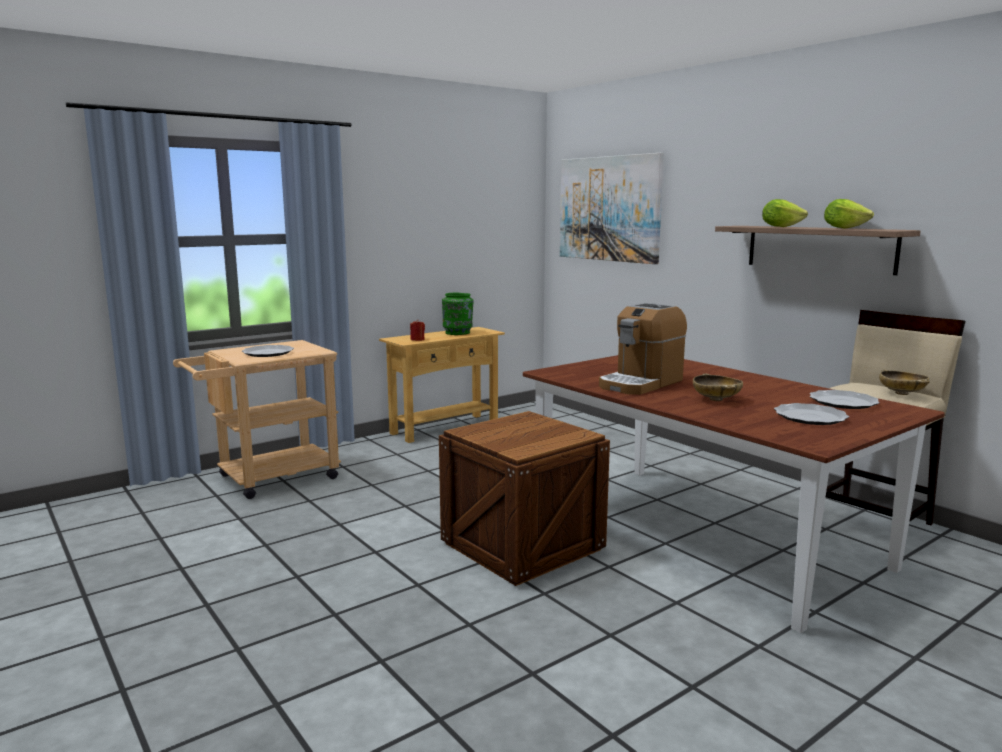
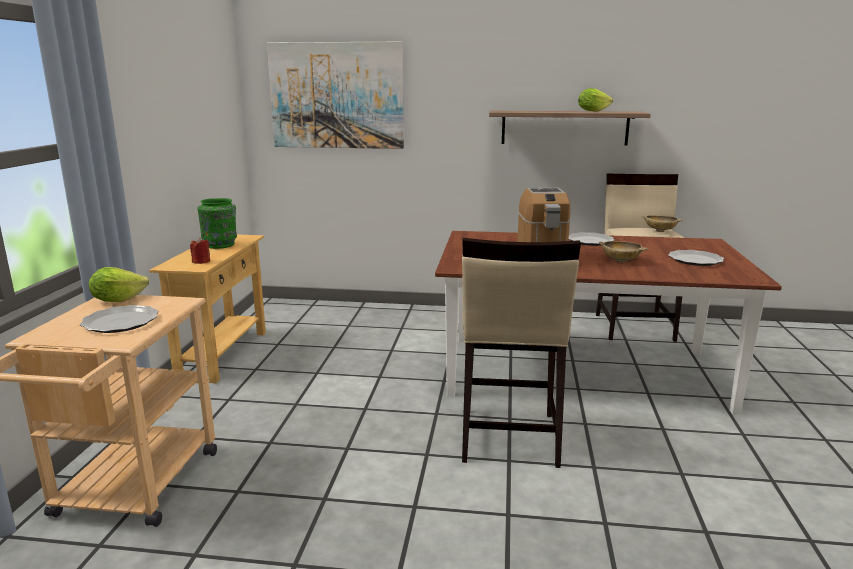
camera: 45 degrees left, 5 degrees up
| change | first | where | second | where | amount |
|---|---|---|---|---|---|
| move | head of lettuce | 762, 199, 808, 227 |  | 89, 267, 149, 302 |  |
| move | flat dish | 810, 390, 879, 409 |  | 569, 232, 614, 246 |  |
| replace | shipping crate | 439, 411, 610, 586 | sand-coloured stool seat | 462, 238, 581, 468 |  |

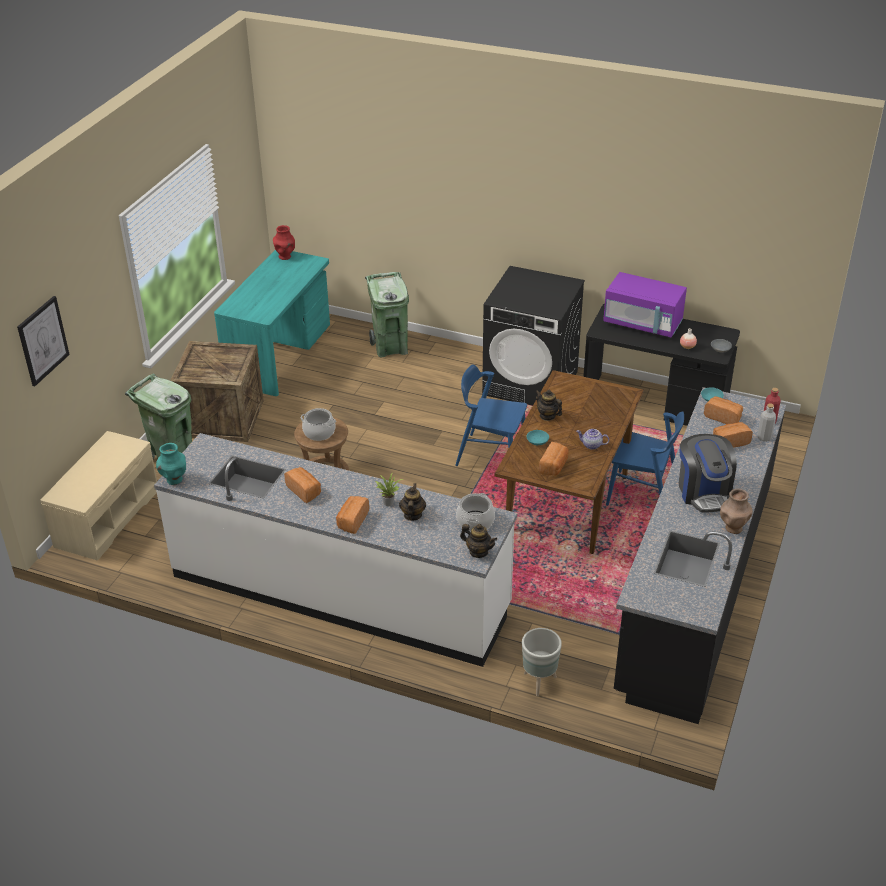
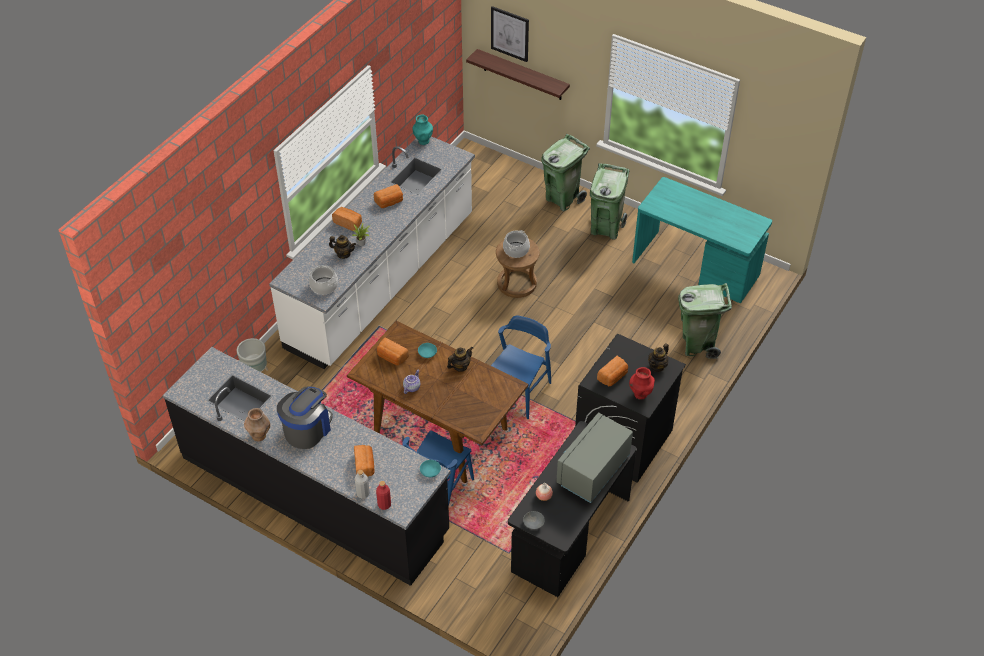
camera: 100 degrees right, 10 degrees up
| change | first | where | second | where | amount |
|---|---|---|---|---|---|
| move | red flower vase | 273, 225, 295, 260 |  | 629, 367, 655, 400 |  |
| recolor | purplish kitchen microwave | 603, 272, 687, 337 | grey kitchen microwave | 556, 412, 633, 503 |  |
| replace | shipping crate | 170, 341, 264, 442 | greenish rubbish bin | 590, 163, 630, 240 |  |
| move | baked bread | 704, 396, 743, 424 |  | 597, 356, 628, 386 |  |
| delete | sand-coloured indoor bench | 40, 431, 157, 561 |  |  |  |
| rotate | coffee brewer | 679, 434, 737, 513 |  | 277, 386, 333, 449 | 120 degrees clockwise |
| move | tea pot | 460, 524, 497, 558 |  | 648, 343, 669, 372 |  |
| insert |  |  | wall shelf | 466, 49, 570, 100 |  |

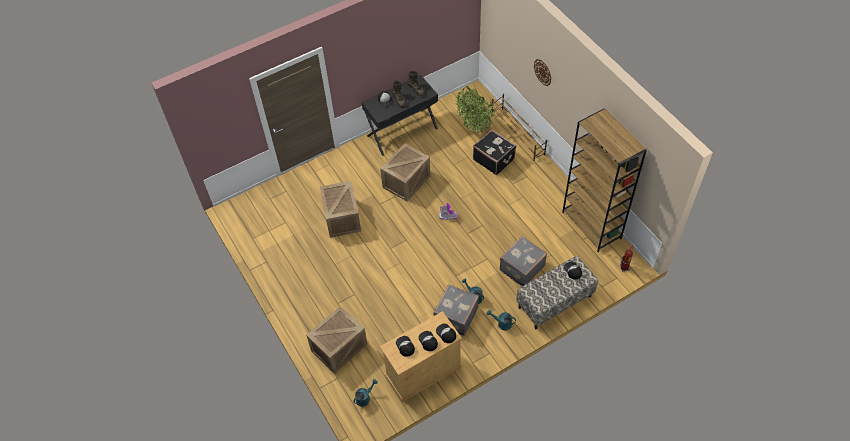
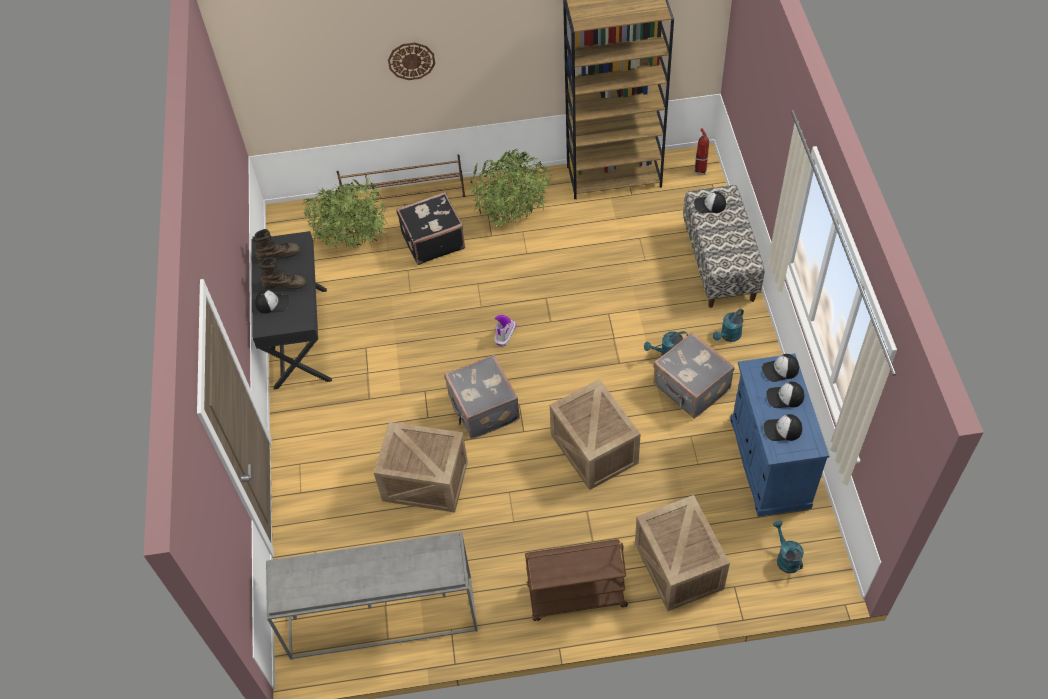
camera: 65 degrees left, 0 degrees up
| change | first | where | second | where | amount |
|---|---|---|---|---|---|
| move | shipping crate | 380, 143, 430, 202 |  | 550, 379, 641, 490 |  |
| move | grey travel case | 500, 236, 547, 286 |  | 444, 355, 520, 439 |  |
| recolor | sand-coloured cupboard | 380, 311, 462, 402 | blue cupboard | 730, 354, 829, 517 |  |
| insert |  |  | houseplant | 467, 149, 552, 228 |  |
| insert |  |  | grey hall table | 266, 532, 478, 660 |  |
| insert |  |  | brown wheeled cart | 525, 539, 628, 621 |  |

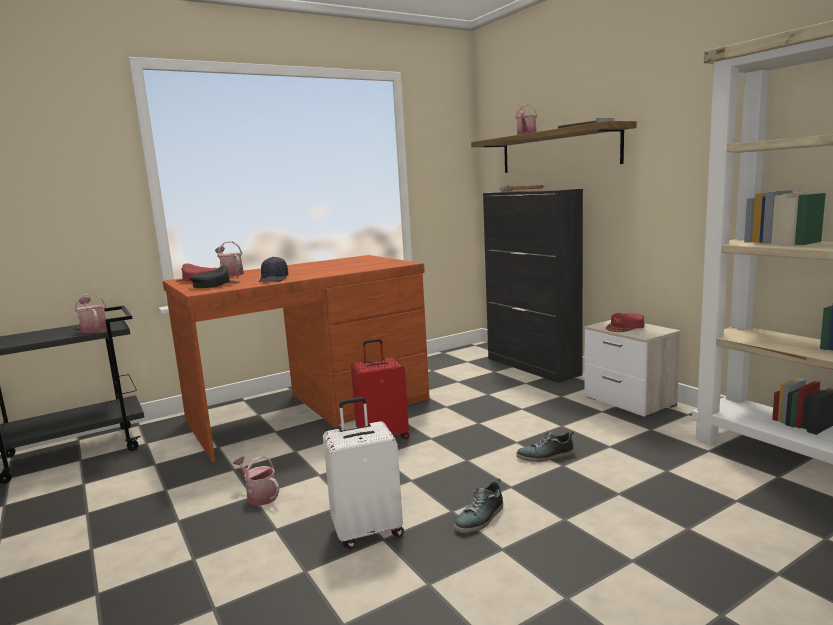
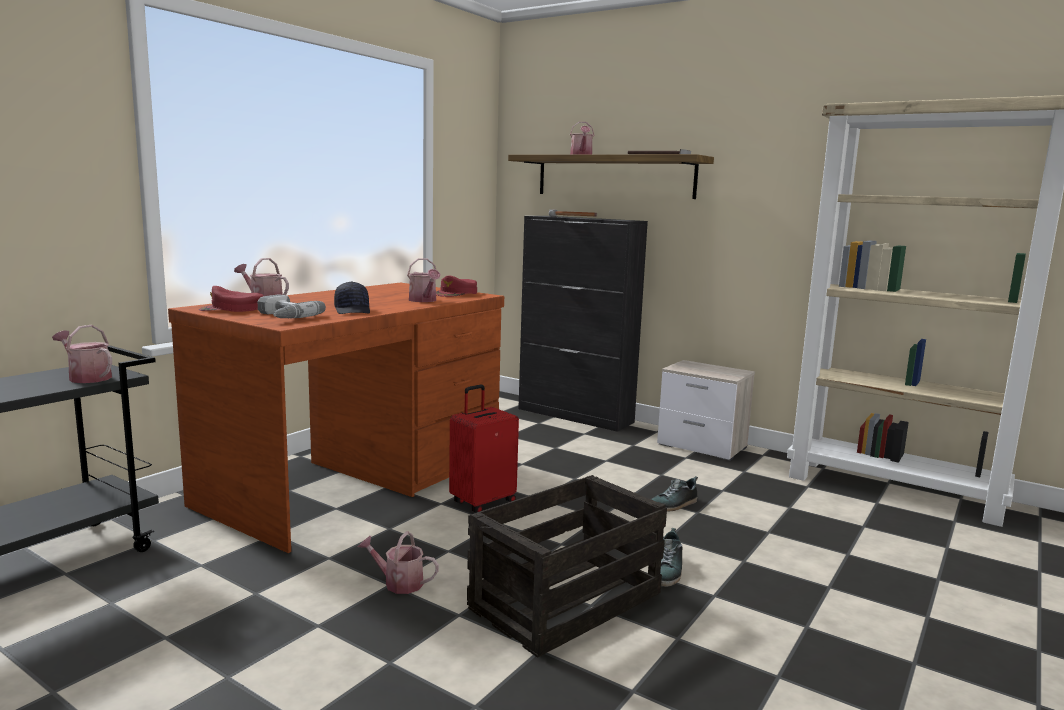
camera: 25 degrees left, 0 degrees up
| change | first | where | second | where | amount |
|---|---|---|---|---|---|
| replace | blackish baseball cap | 189, 266, 240, 288 | electric drill | 258, 295, 326, 318 |  |
| move | red baseball cap | 606, 313, 644, 332 |  | 436, 276, 477, 297 |  |
| replace | white-coloured travel case | 323, 397, 404, 548 | shipping crate | 467, 475, 667, 658 |  |
| insert |  |  | watering pot | 407, 258, 440, 302 |  |

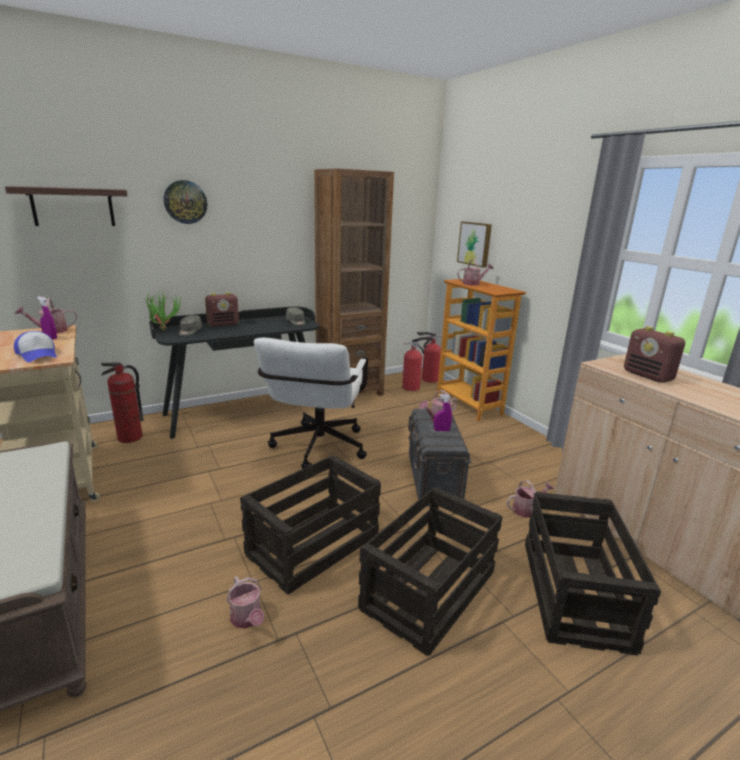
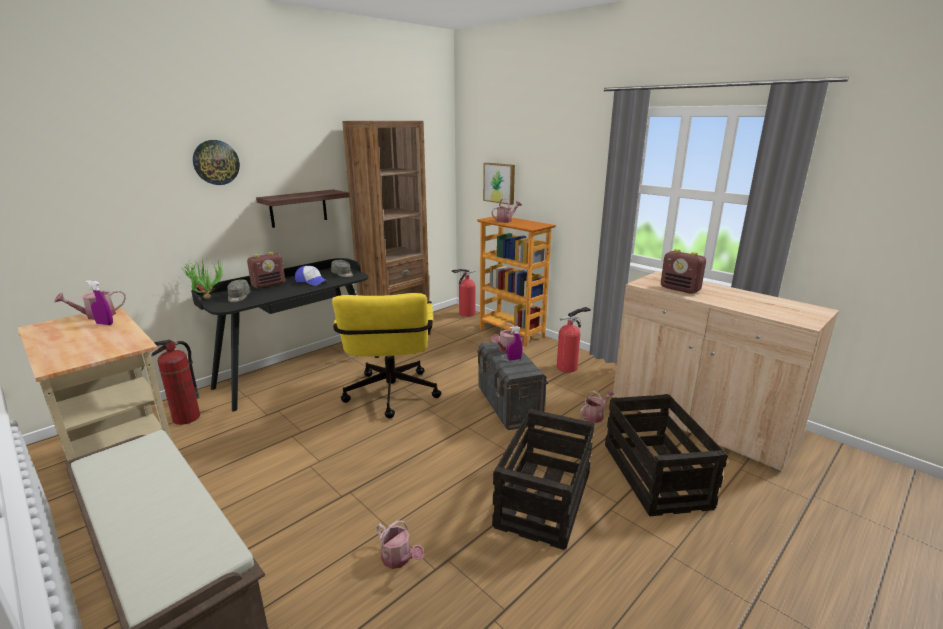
camera: 15 degrees left, 0 degrees up
| change | first | where | second | where | amount |
|---|---|---|---|---|---|
| move | wall shelf | 5, 186, 128, 226 |  | 256, 190, 350, 228 |  |
| move | baseball cap | 14, 331, 57, 362 |  | 295, 265, 328, 286 |  |
| move | fire-fighting cylinder | 402, 337, 433, 391 |  | 557, 307, 591, 373 |  |
| recolor | white-coloured desk chair | 254, 338, 368, 469 | yellow desk chair | 332, 293, 441, 419 |  |
| delete | shipping crate | 240, 455, 381, 595 |  |  |  |

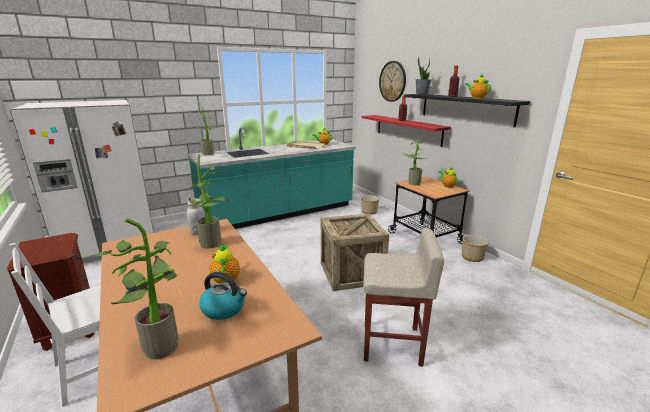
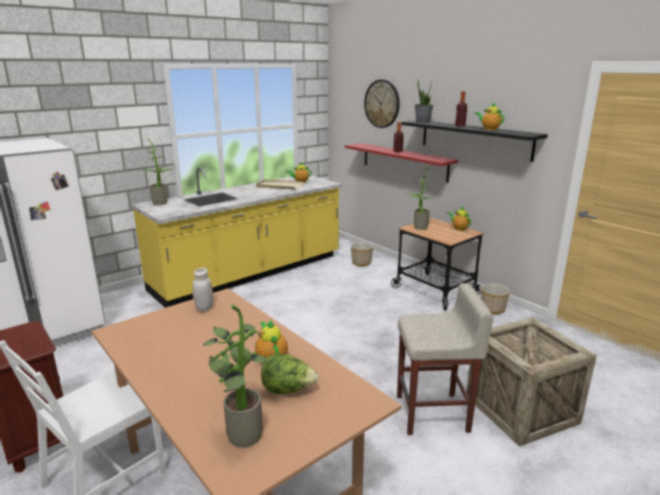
camera: 10 degrees left, 0 degrees up
| change | first | where | second | where | amount |
|---|---|---|---|---|---|
| recolor | turquoise-coloured counter | 188, 128, 356, 229 | yellow counter | 131, 167, 342, 308 |  |
| delete | houseplant | 189, 154, 228, 248 |  |  |  |
| move | shipping crate | 321, 214, 389, 291 |  | 466, 317, 597, 446 |  |
| replace | tea kettle | 199, 272, 247, 320 | head of lettuce | 261, 354, 319, 394 |  |

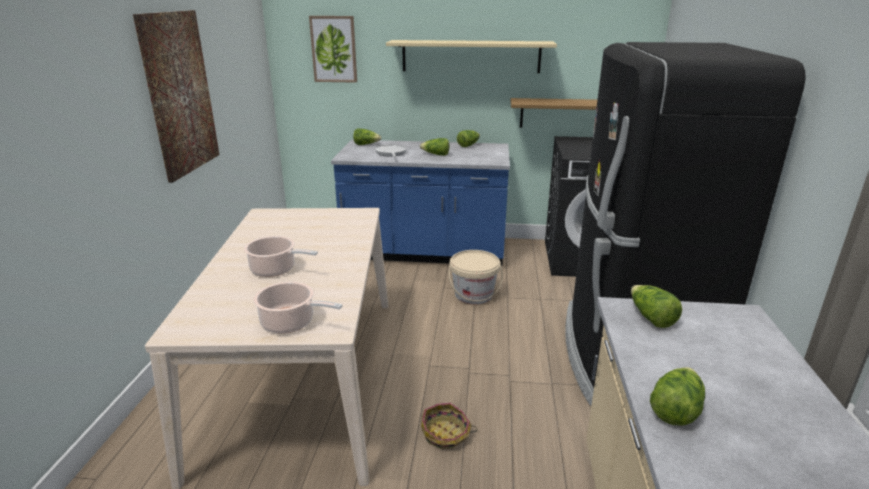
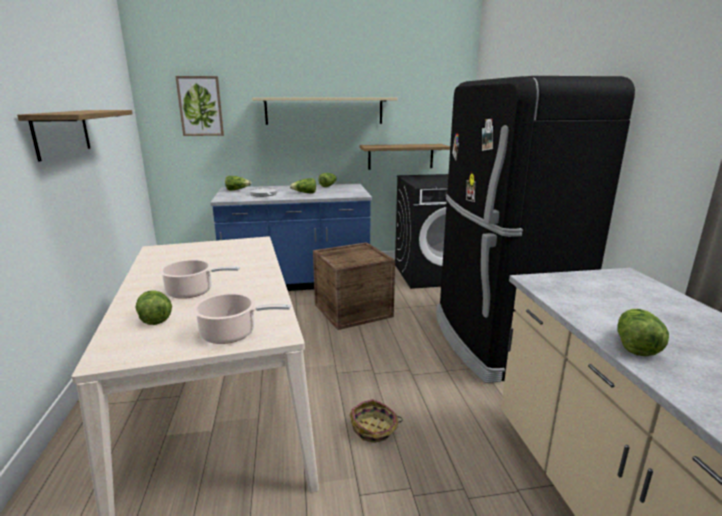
camera: 15 degrees left, 5 degrees down
| change | first | where | second | where | amount |
|---|---|---|---|---|---|
| replace | wall art | 133, 10, 219, 183 | wall shelf | 17, 110, 132, 162 |  |
| replace | sand-coloured pail | 449, 250, 503, 304 | shipping crate | 313, 242, 395, 330 |  |
| move | head of lettuce | 631, 285, 682, 328 |  | 135, 290, 172, 325 |  |

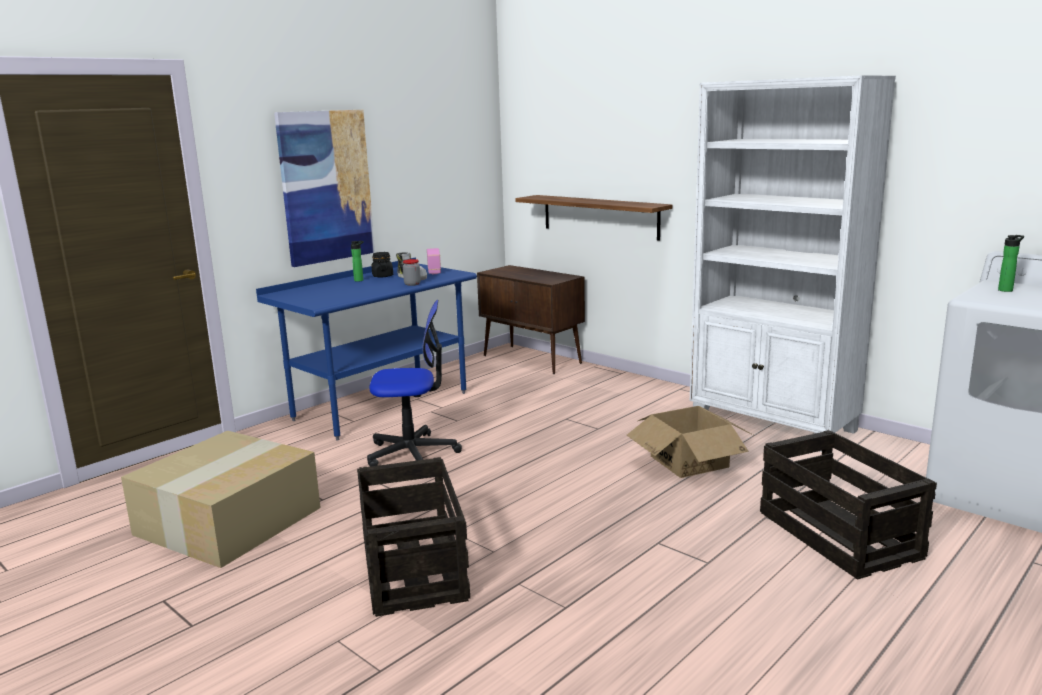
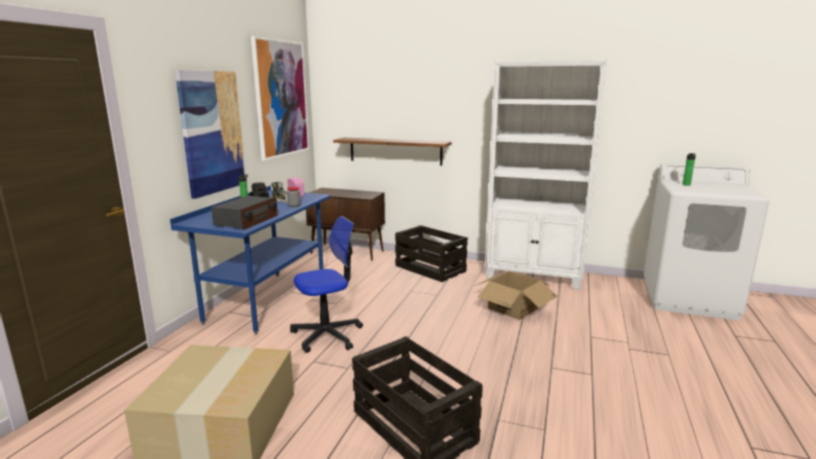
camera: 25 degrees left, 0 degrees up
| change | first | where | second | where | amount |
|---|---|---|---|---|---|
| move | shipping crate | 760, 430, 937, 580 |  | 395, 225, 468, 282 |  |
| insert |  |  | wall art | 251, 36, 309, 161 |  |
| insert |  |  | radio receiver | 211, 196, 278, 230 |  |

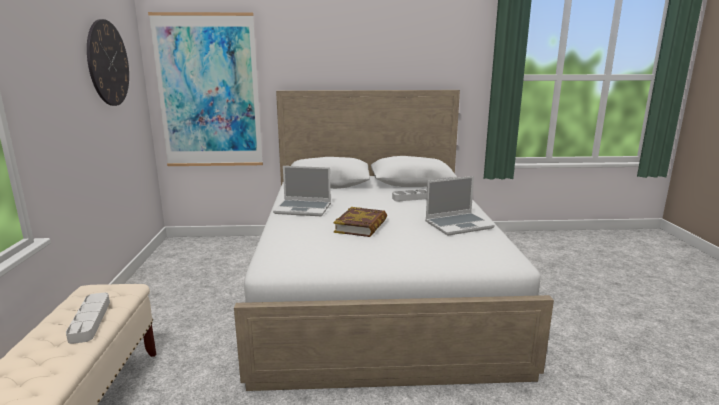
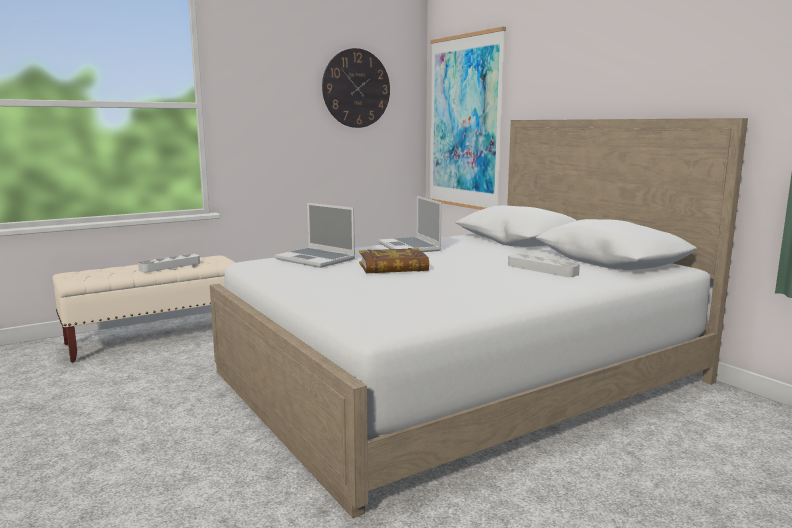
camera: 60 degrees right, 5 degrees down
| change | first | where | second | where | amount |
|---|---|---|---|---|---|
| move | portable computer | 425, 176, 495, 236 |  | 275, 203, 355, 268 |  |

